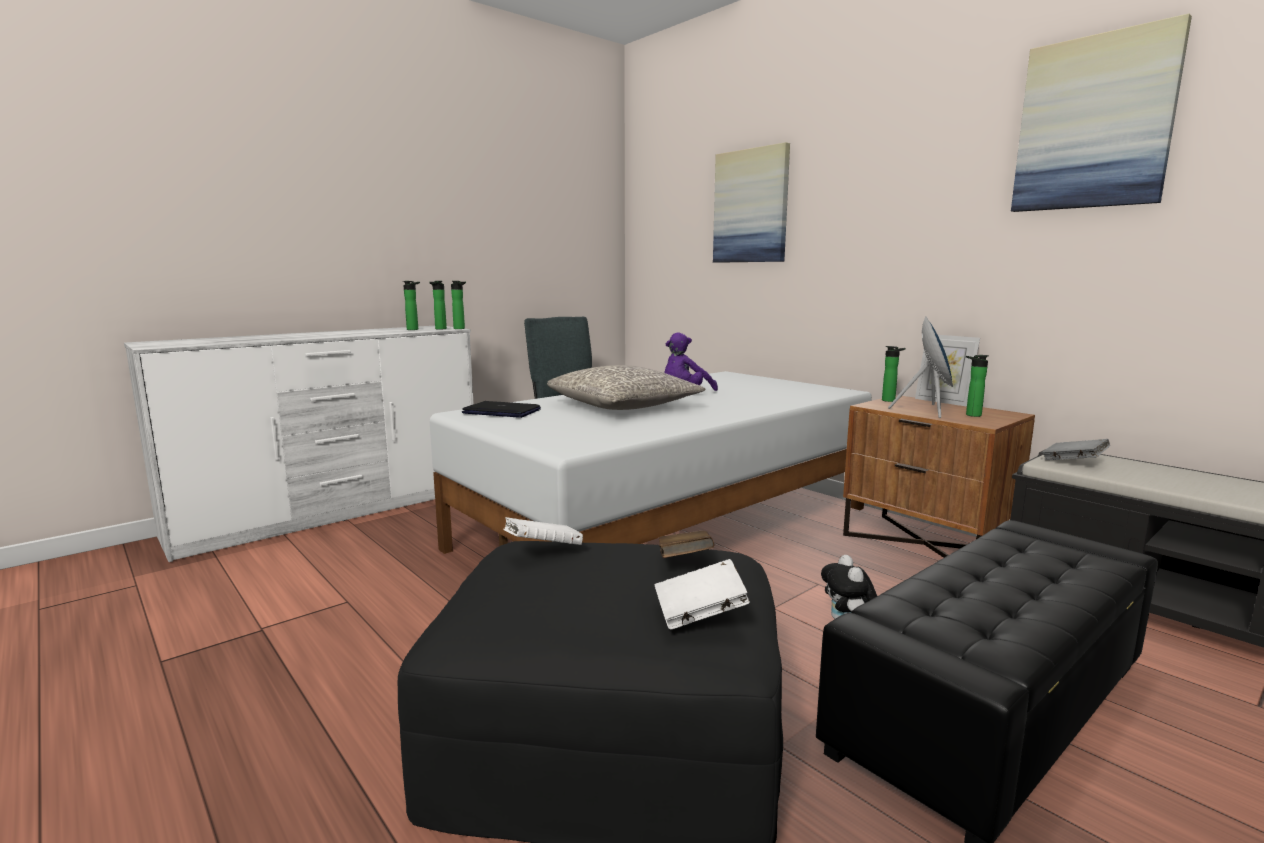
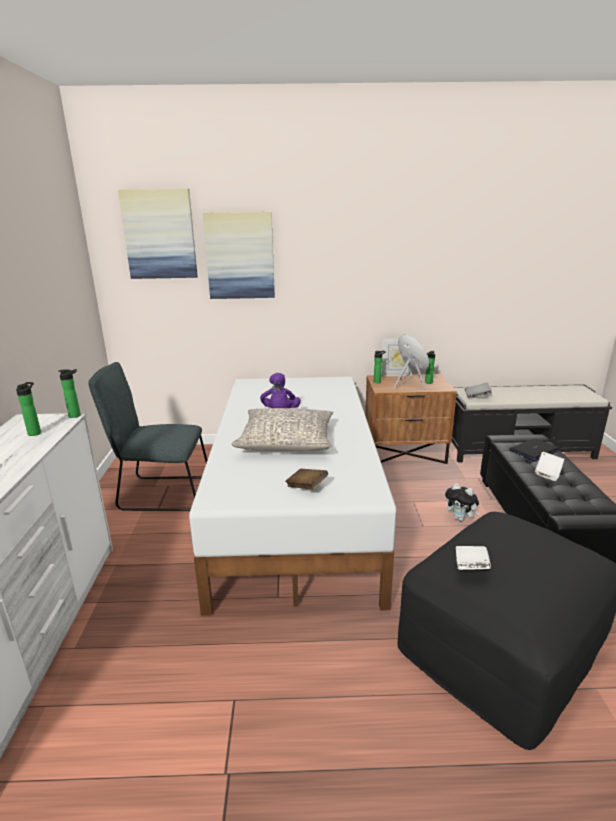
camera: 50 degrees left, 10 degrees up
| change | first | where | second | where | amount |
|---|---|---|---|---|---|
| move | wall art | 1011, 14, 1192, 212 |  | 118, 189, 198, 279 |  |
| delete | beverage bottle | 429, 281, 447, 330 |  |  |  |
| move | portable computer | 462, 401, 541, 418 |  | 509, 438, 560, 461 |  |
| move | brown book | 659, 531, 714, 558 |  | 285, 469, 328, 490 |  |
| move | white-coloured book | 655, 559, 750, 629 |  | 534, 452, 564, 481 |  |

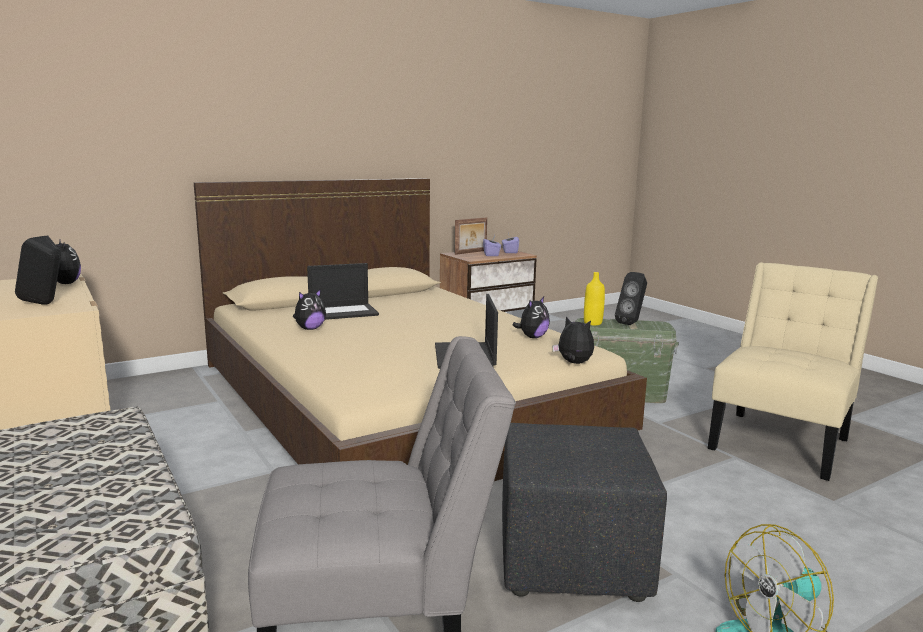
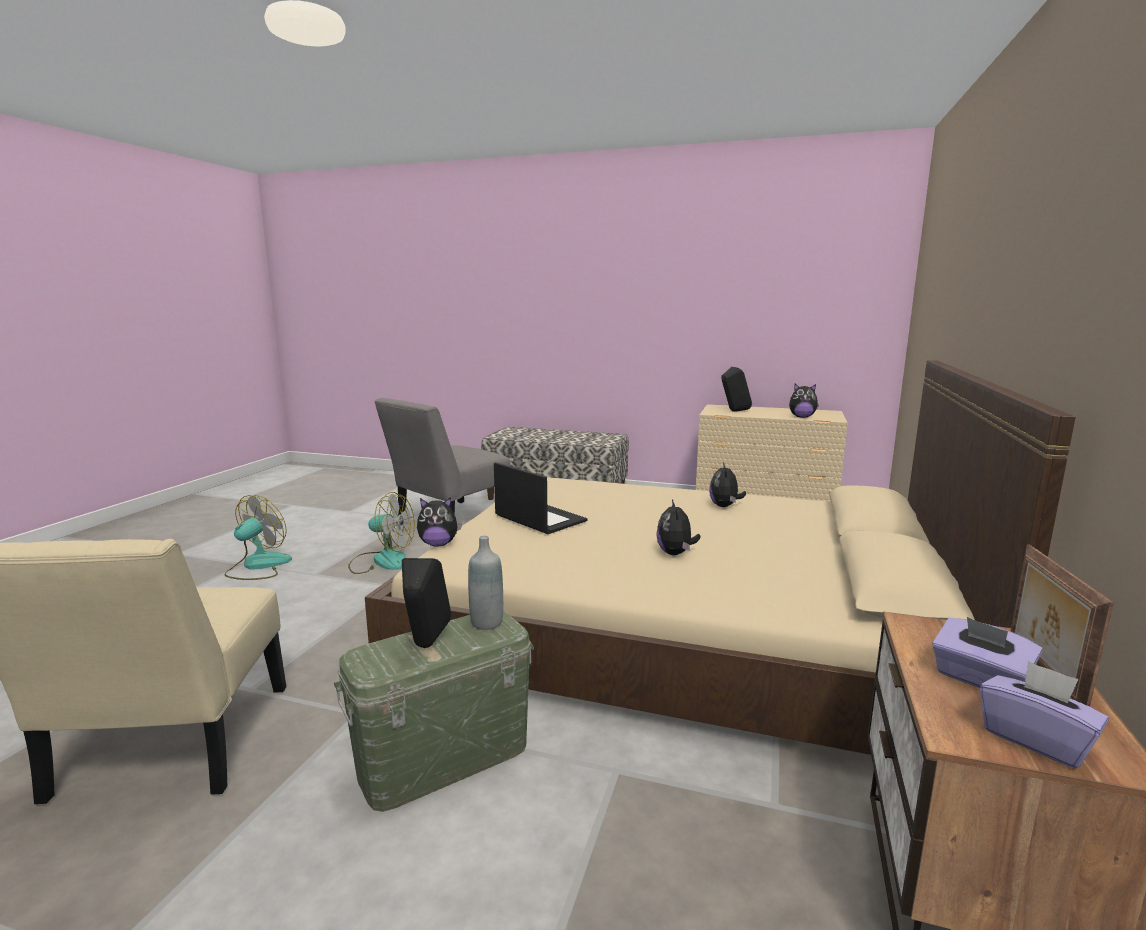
camera: 140 degrees right, 0 degrees up
| change | first | where | second | where | amount |
|---|---|---|---|---|---|
| delete | portable computer | 307, 263, 379, 320 |  |  |  |
| recolor | yellow beverage bottle | 584, 272, 605, 325 | grey beverage bottle | 468, 536, 503, 630 |  |
| move | plush toy | 513, 297, 550, 338 |  | 656, 500, 700, 555 |  |
| replace | blackish ottoman | 502, 423, 667, 602 | cooling fan | 348, 492, 415, 574 |  |

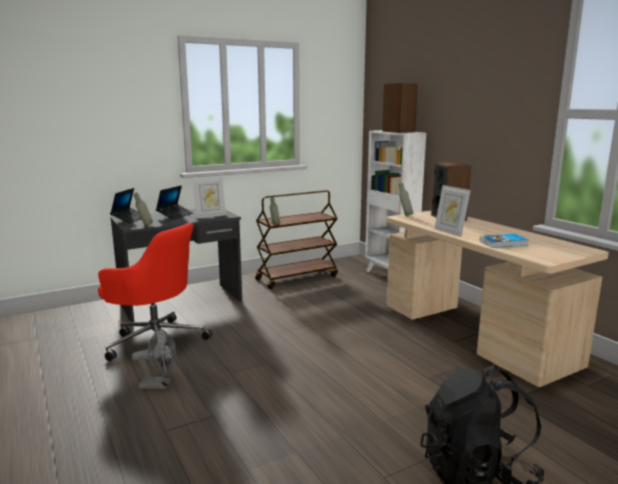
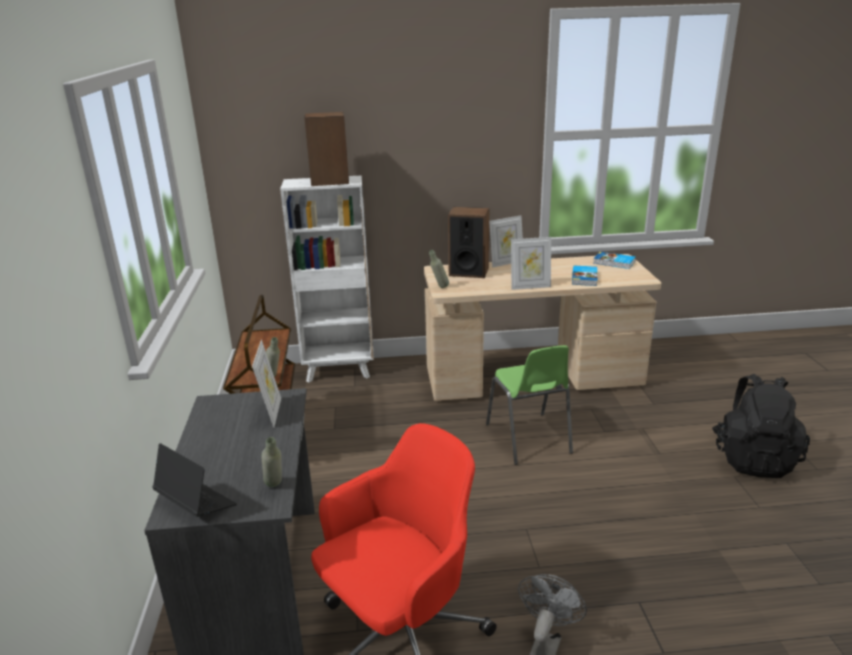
camera: 65 degrees left, 10 degrees up
| change | first | where | second | where | amount |
|---|---|---|---|---|---|
| delete | portable computer | 156, 185, 193, 220 |  |  |  |
| insert |  |  | picture frame | 489, 215, 523, 267 |  |
| insert |  |  | book | 593, 252, 636, 269 |  |
| insert |  |  | greenish chair | 486, 345, 573, 465 |  |

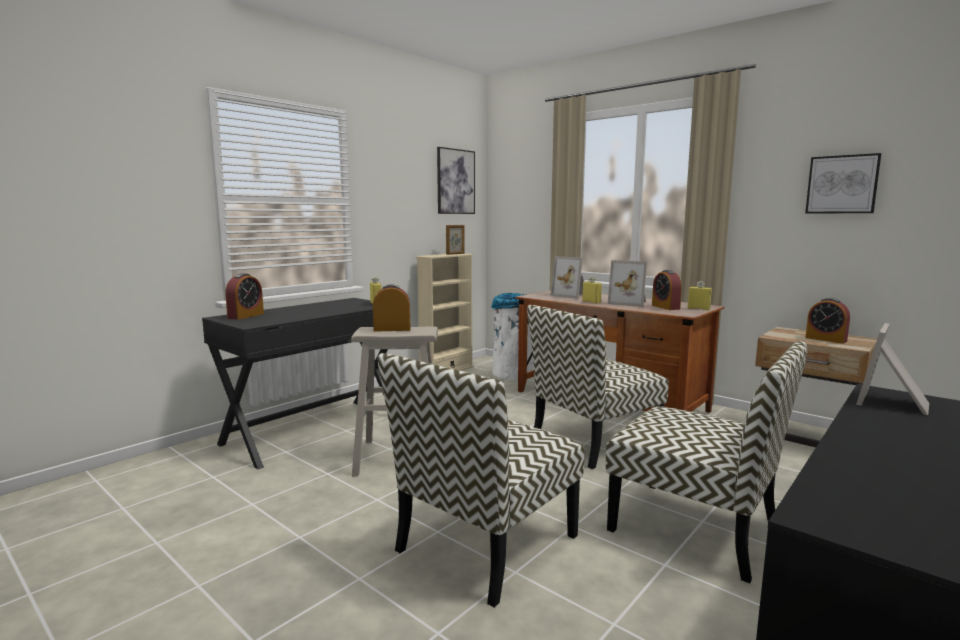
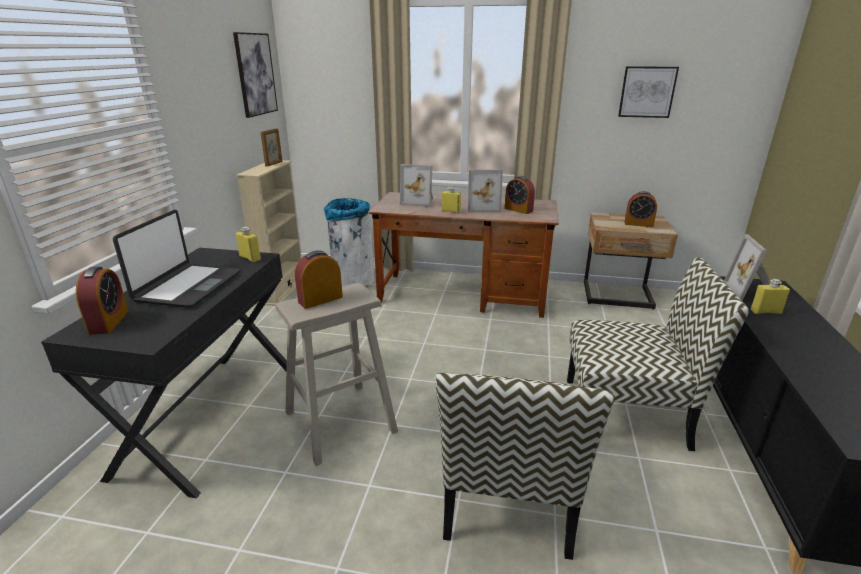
camera: 30 degrees left, 15 degrees up
| change | first | where | second | where | amount |
|---|---|---|---|---|---|
| move | yellow beverage bottle | 688, 281, 712, 310 |  | 751, 279, 790, 314 |  |
| delete | chair | 527, 305, 669, 469 |  |  |  |
| insert |  |  | portable computer | 113, 210, 241, 308 |  |

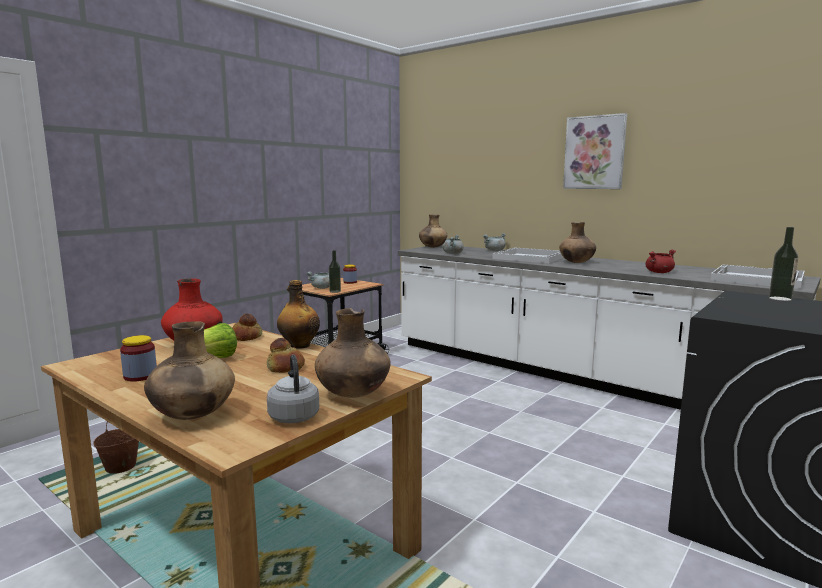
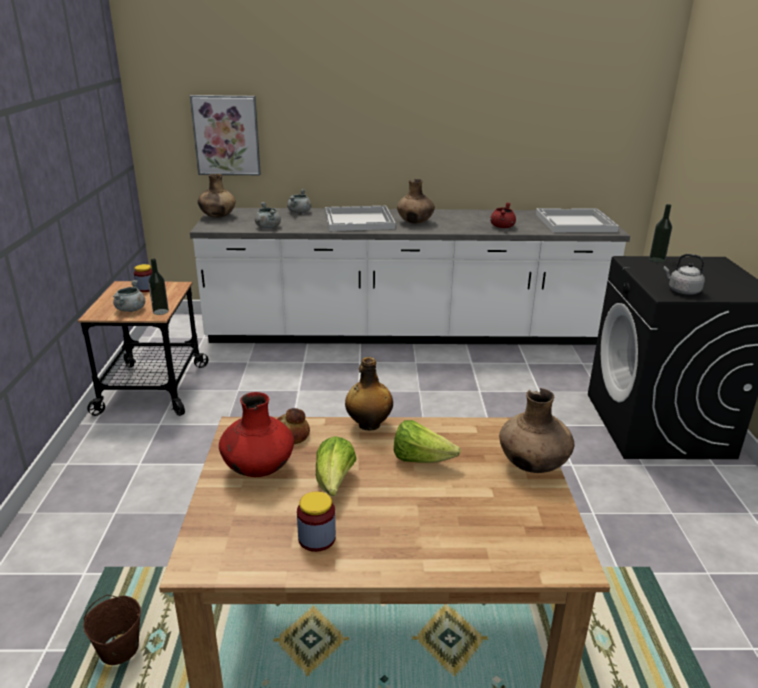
camera: 40 degrees left, 15 degrees up
| change | first | where | second | where | amount |
|---|---|---|---|---|---|
| move | wall art | 563, 113, 627, 189 |  | 190, 95, 261, 175 |  |
| delete | brown flower vase | 144, 321, 235, 420 |  |  |  |
| replace | baked bread | 267, 338, 305, 373 | head of lettuce | 394, 420, 461, 463 |  |
| move | grey tea kettle | 267, 355, 319, 423 |  | 663, 254, 705, 295 |  |

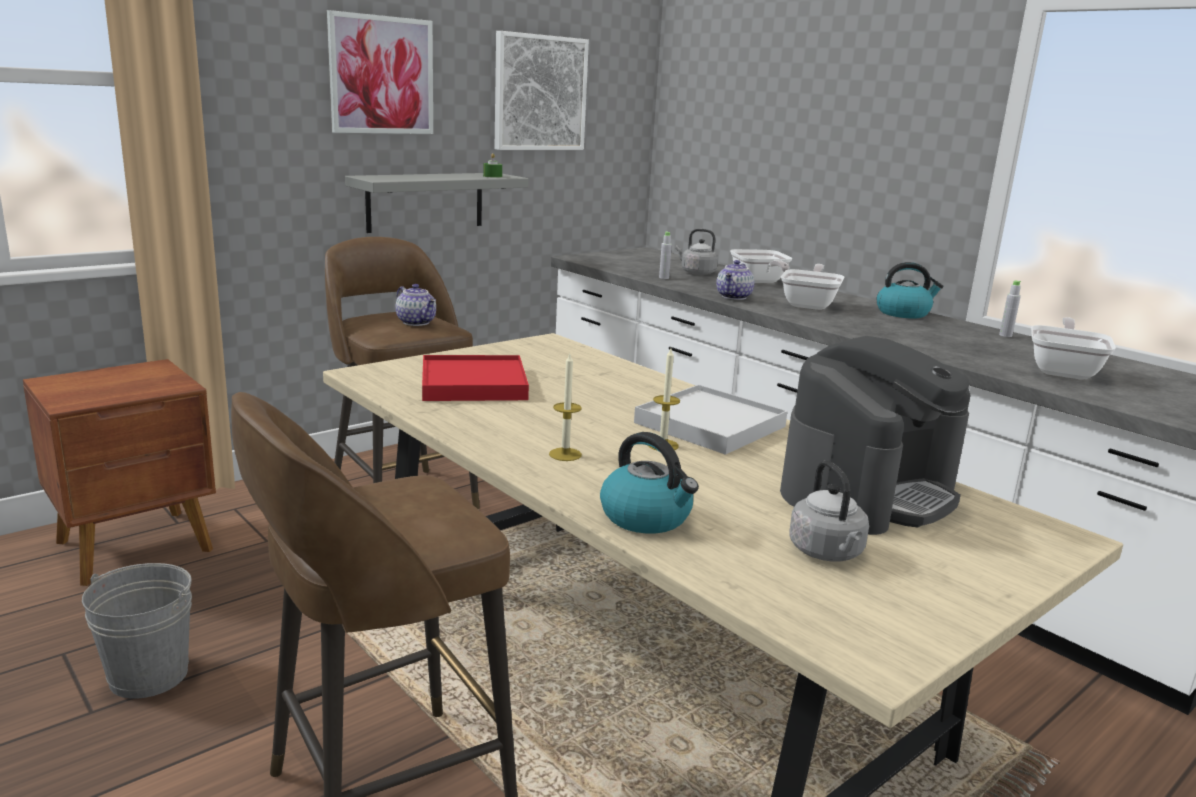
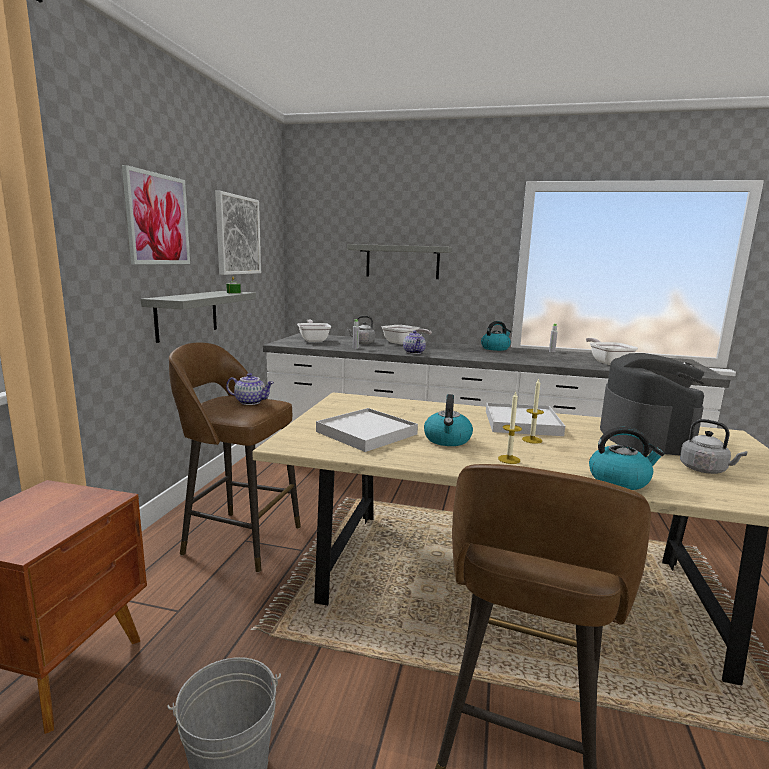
camera: 35 degrees left, 5 degrees down
| change | first | where | second | where | amount |
|---|---|---|---|---|---|
| move | pan | 781, 264, 844, 310 |  | 297, 320, 331, 342 |  |
| recolor | red tray | 422, 355, 529, 401 | white-coloured tray | 316, 408, 418, 452 |  |
| insert |  |  | grey wall shelf | 347, 244, 452, 279 |  |
| insert |  |  | tea kettle | 424, 394, 473, 446 |  |

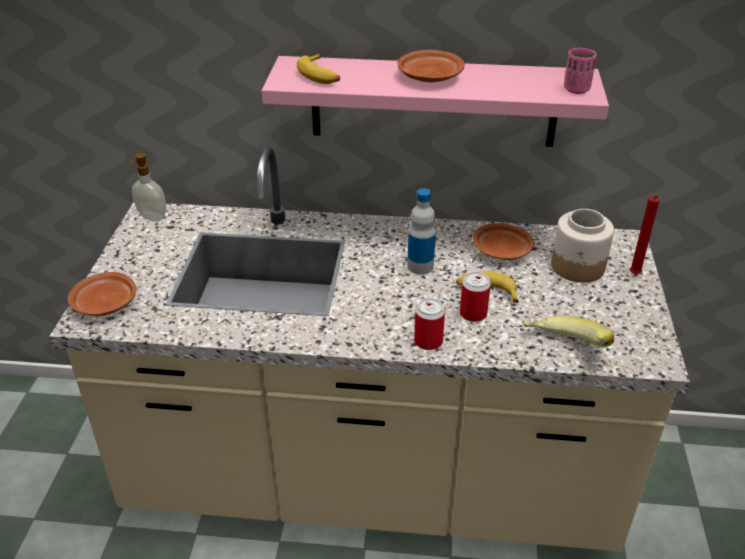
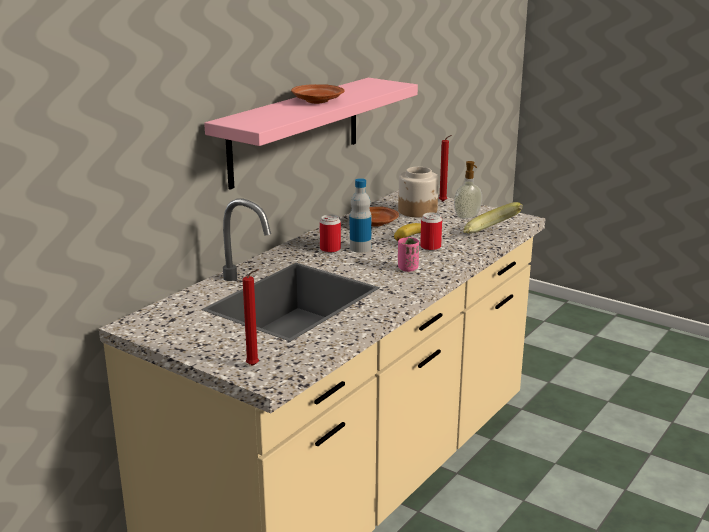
camera: 60 degrees left, 15 degrees down
| change | first | where | second | where | amount |
|---|---|---|---|---|---|
| move | pink cup | 564, 48, 597, 94 |  | 398, 237, 419, 272 |  |
| delete | whole banana | 297, 54, 340, 84 |  |  |  |
| move | soap dispenser | 130, 153, 166, 222 |  | 454, 161, 482, 219 |  |
| replace | brown flat dish | 68, 272, 136, 316 | red wax light | 243, 269, 259, 366 |  |
| move | can | 414, 298, 445, 350 |  | 319, 214, 341, 253 |  |

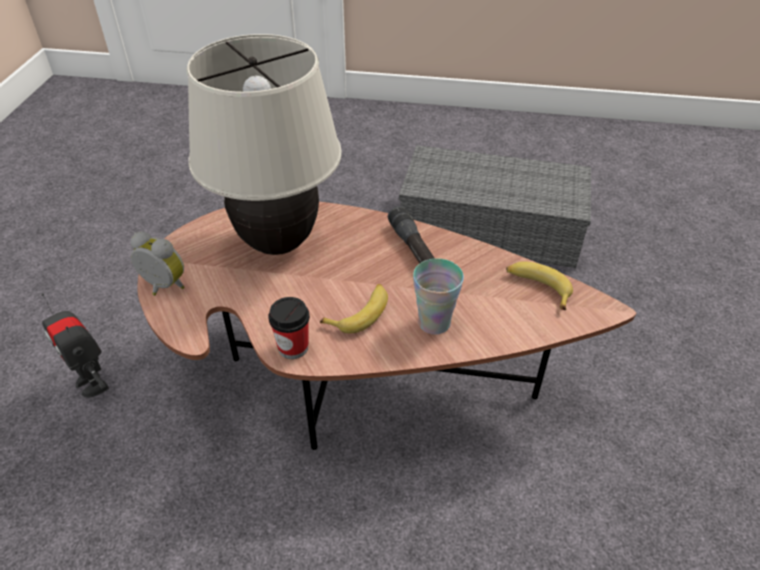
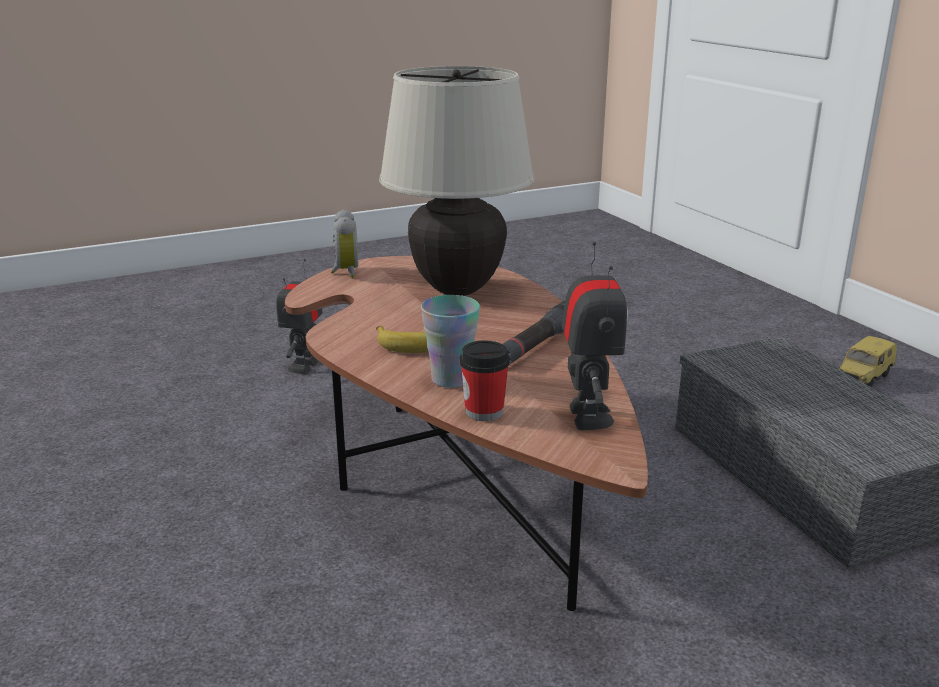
camera: 55 degrees right, 20 degrees down
| change | first | where | second | where | amount |
|---|---|---|---|---|---|
| replace | whole banana | 506, 261, 573, 310 | toy robot | 562, 242, 628, 430 |  |
| move | cup | 268, 297, 310, 359 |  | 460, 341, 510, 421 |  |
| insert |  |  | toy car | 839, 336, 897, 387 |  |

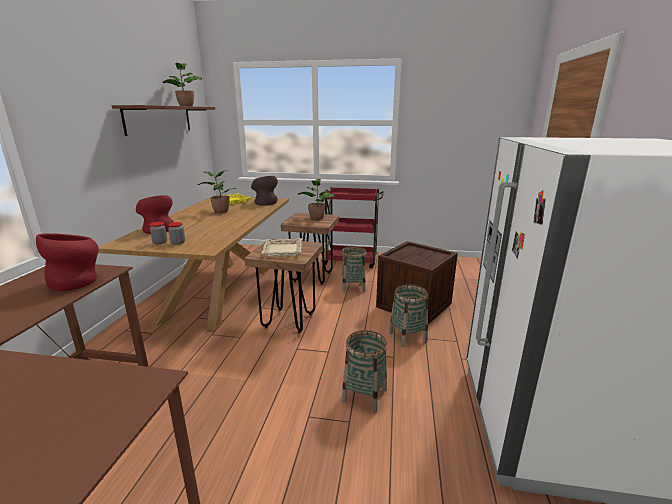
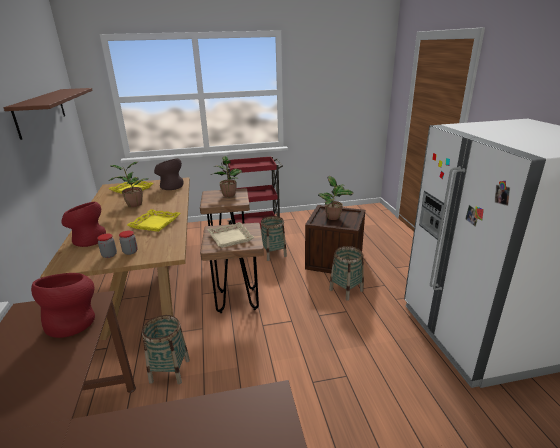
camera: 20 degrees left, 5 degrees up
| change | first | where | second | where | amount |
|---|---|---|---|---|---|
| move | houseplant | 163, 63, 202, 106 |  | 318, 176, 354, 220 |  |
| move | basket | 342, 330, 387, 413 |  | 142, 315, 190, 384 |  |
| insert |  |  | yellow tray | 127, 209, 180, 232 |  |

